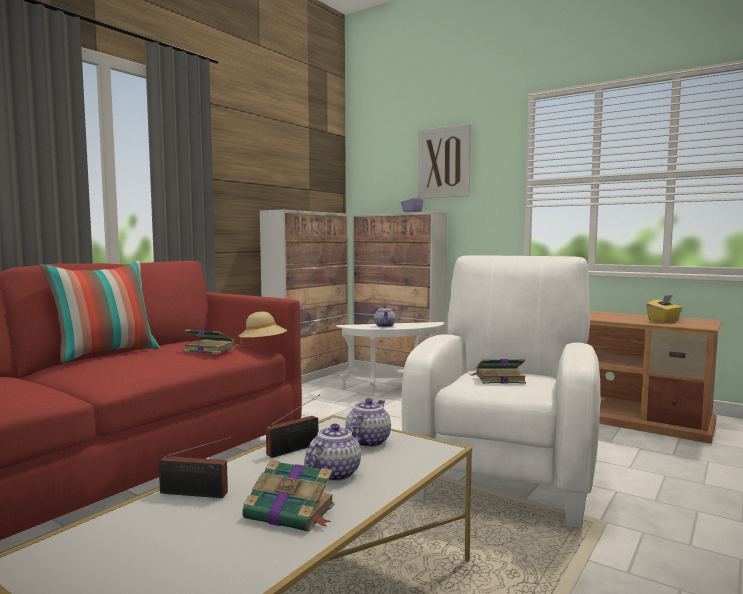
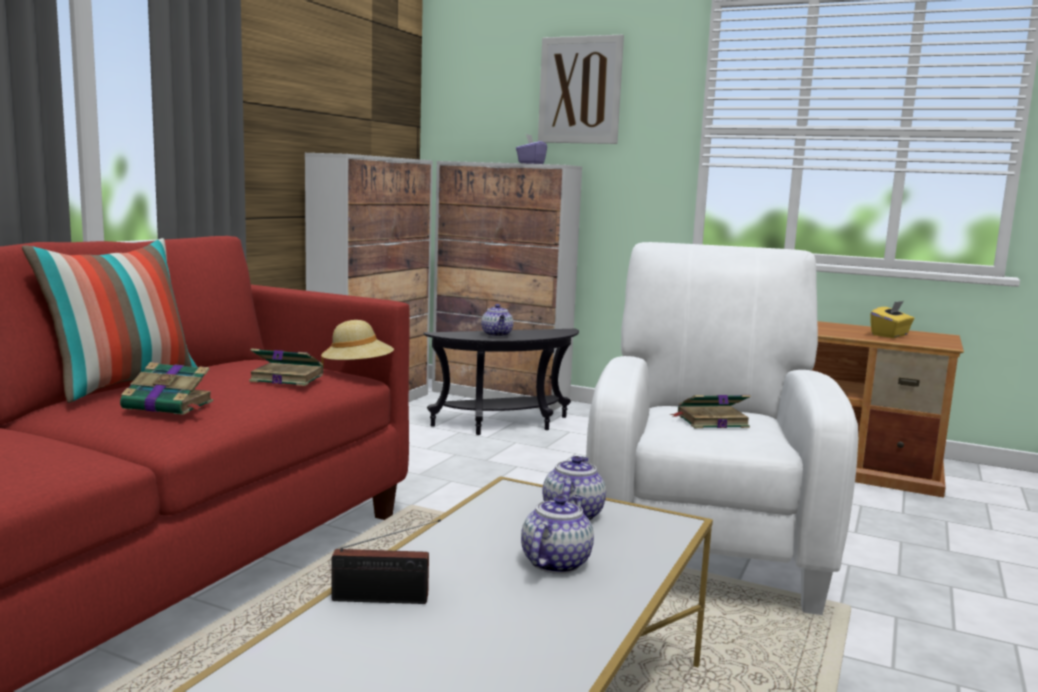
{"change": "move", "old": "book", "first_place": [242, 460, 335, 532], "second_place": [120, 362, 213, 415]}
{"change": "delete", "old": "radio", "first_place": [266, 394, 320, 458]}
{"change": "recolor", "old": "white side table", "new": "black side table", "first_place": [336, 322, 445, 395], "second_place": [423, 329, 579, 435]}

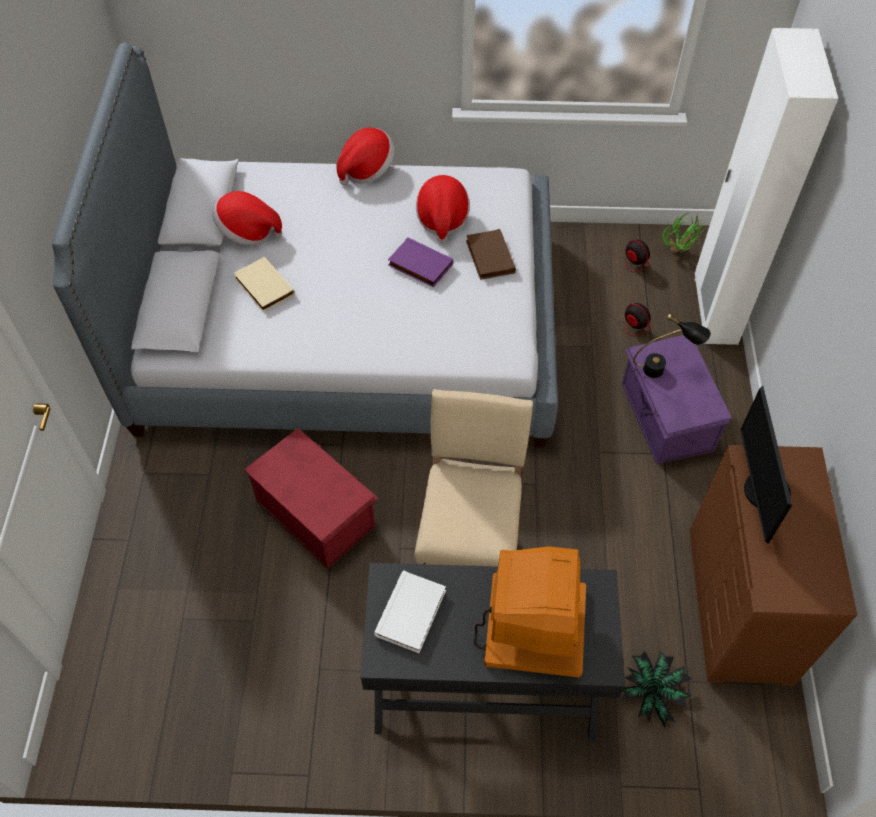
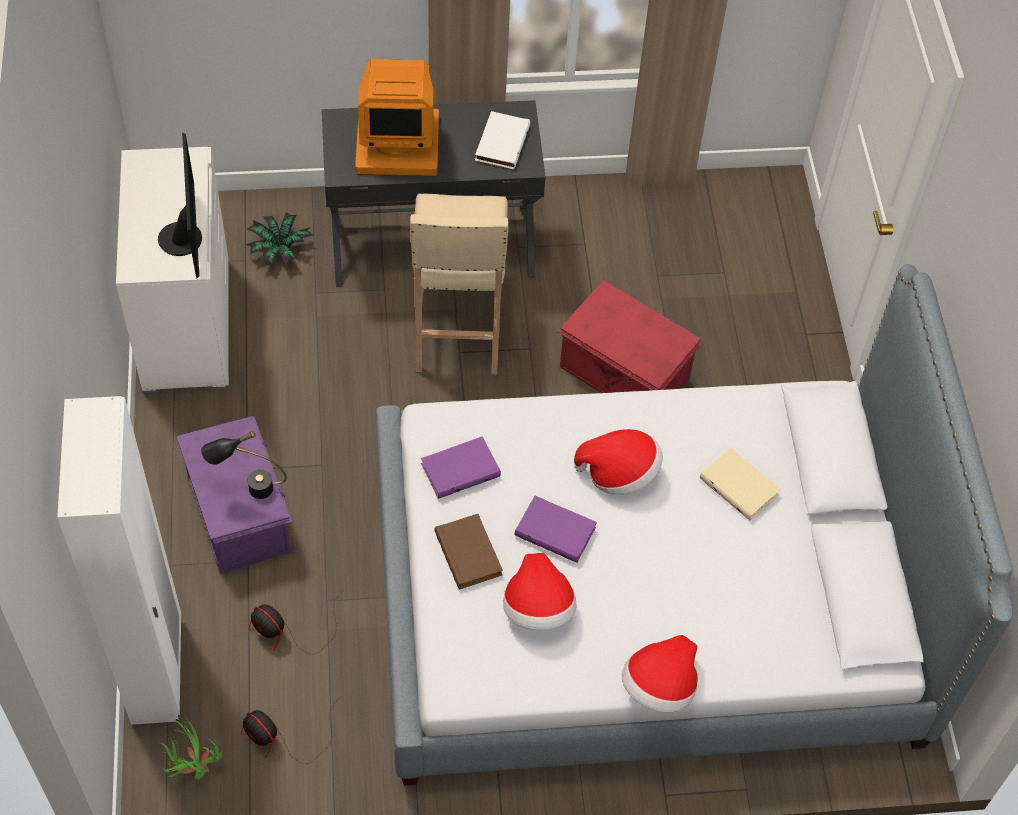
{"change": "move", "old": "hat", "first_place": [212, 191, 282, 245], "second_place": [574, 429, 663, 495]}
{"change": "rotate", "old": "monitor", "first_place": [474, 546, 586, 677], "second_place": [355, 59, 439, 176], "degrees": -90}
{"change": "recolor", "old": "brown dresser", "new": "white dresser", "first_place": [689, 445, 857, 685], "second_place": [116, 147, 229, 393]}
{"change": "insert", "new": "purple book", "second_place": [421, 436, 501, 499]}

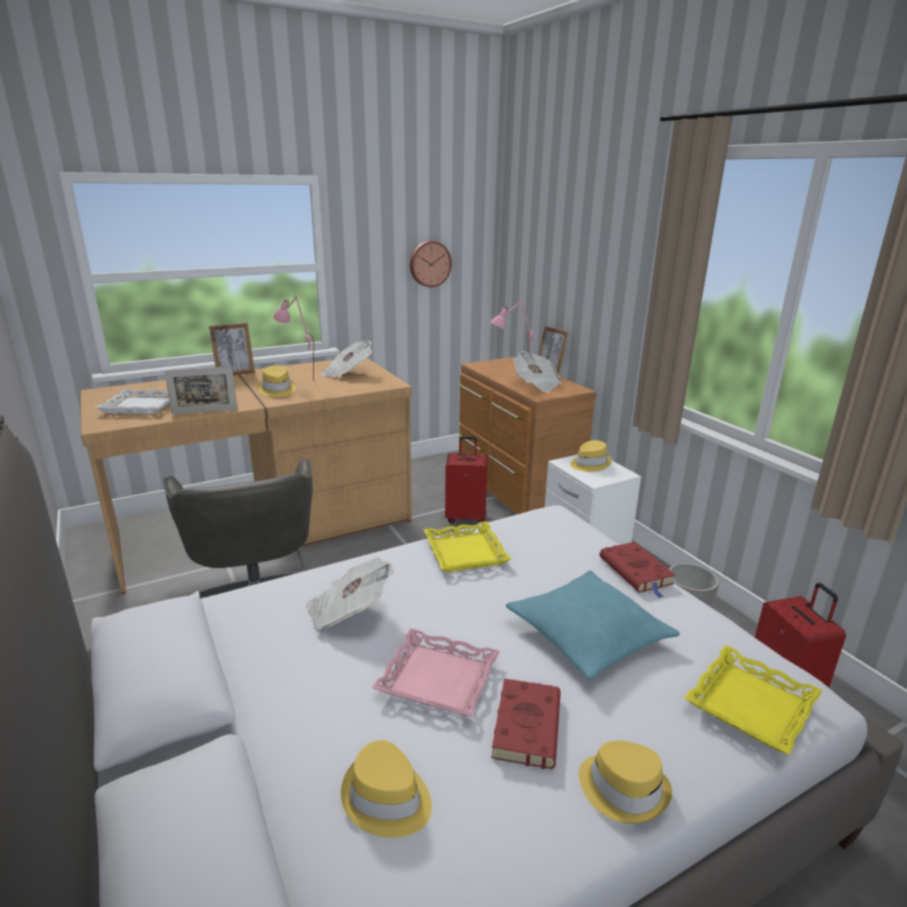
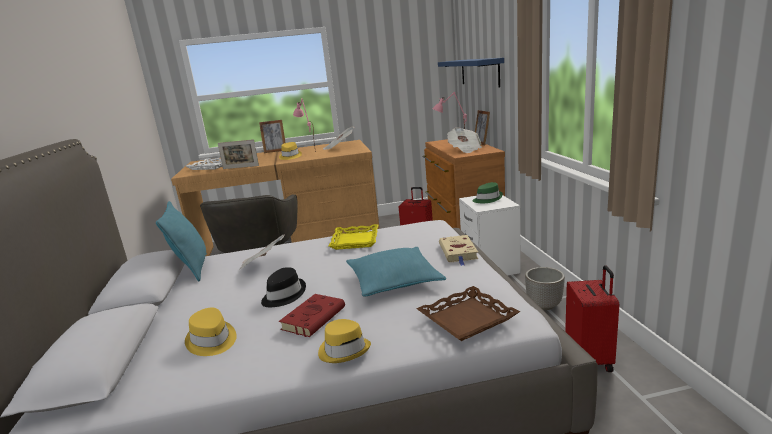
{"change": "replace", "old": "pink tray", "new": "black hat", "first_place": [372, 628, 500, 717], "second_place": [261, 267, 306, 307]}
{"change": "delete", "old": "wall clock", "first_place": [410, 241, 452, 287]}
{"change": "recolor", "old": "yellow hat", "new": "green hat", "first_place": [570, 440, 612, 472], "second_place": [472, 182, 503, 203]}
{"change": "recolor", "old": "red book", "new": "beige book", "first_place": [600, 542, 675, 599], "second_place": [439, 235, 479, 266]}
{"change": "recolor", "old": "yellow tray", "new": "brown tray", "first_place": [684, 645, 823, 755], "second_place": [416, 286, 520, 341]}
{"change": "insert", "new": "turquoise pillow", "second_place": [156, 201, 207, 281]}
{"change": "insert", "new": "blue shelf", "second_place": [438, 58, 504, 88]}

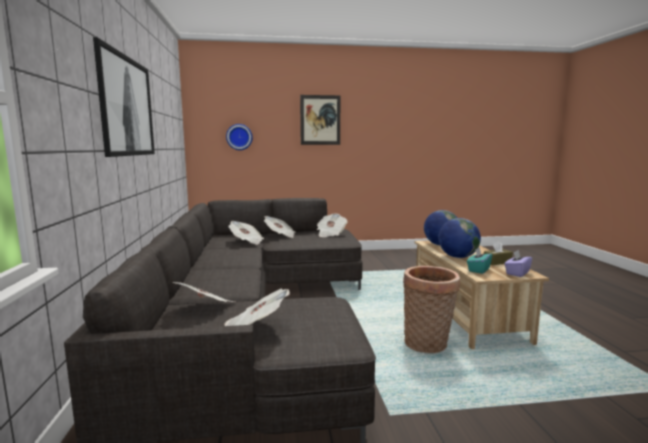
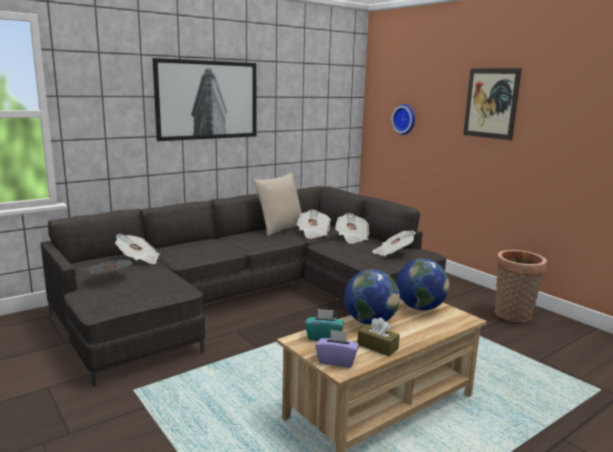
{"change": "move", "old": "basket", "first_place": [403, 266, 460, 353], "second_place": [494, 250, 547, 322]}
{"change": "insert", "new": "beige pillow", "second_place": [253, 173, 302, 236]}

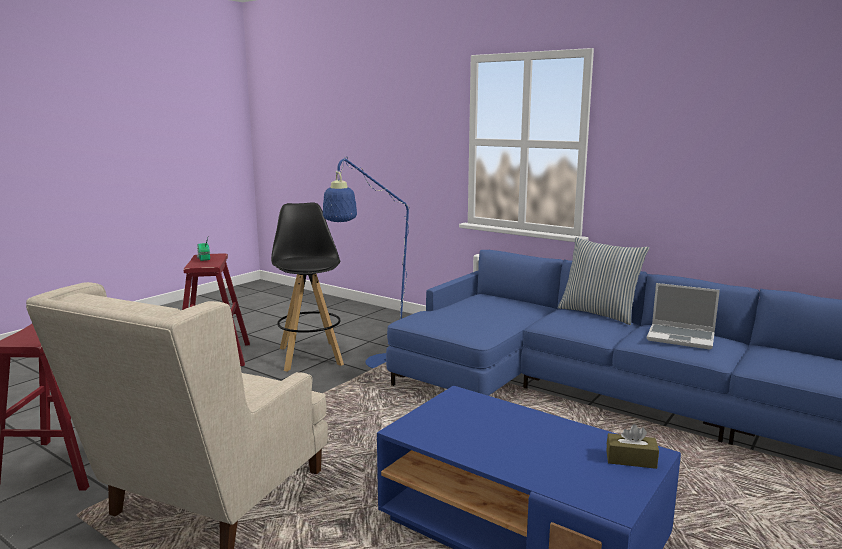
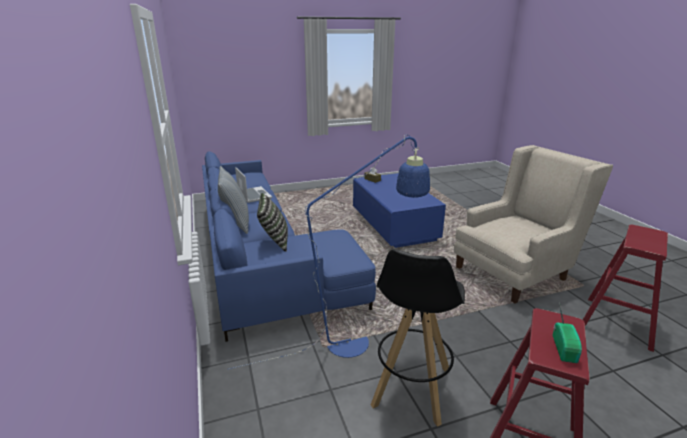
{"change": "insert", "new": "pillow", "second_place": [257, 193, 288, 252]}

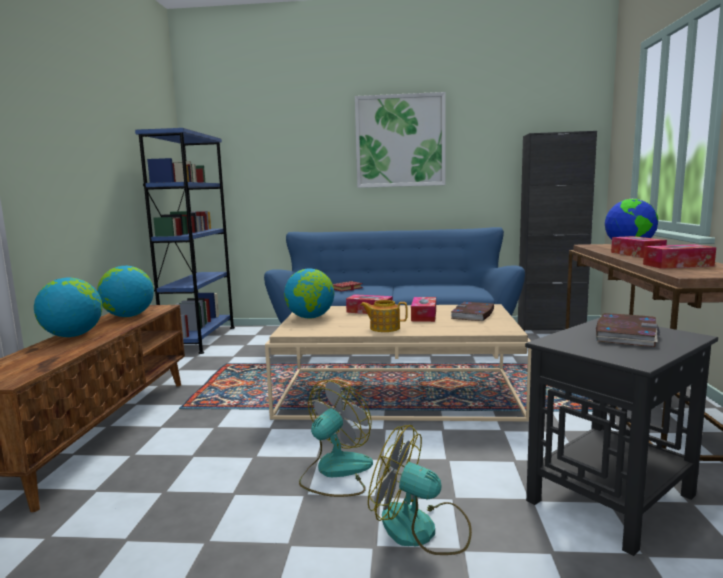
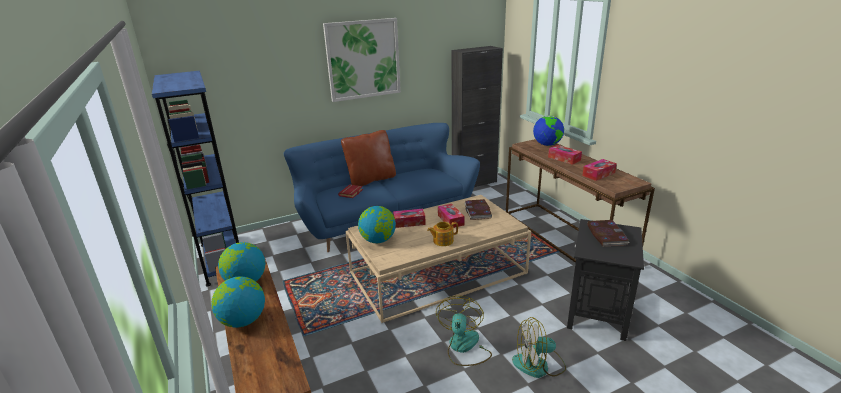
{"change": "insert", "new": "brown pillow", "second_place": [341, 130, 396, 186]}

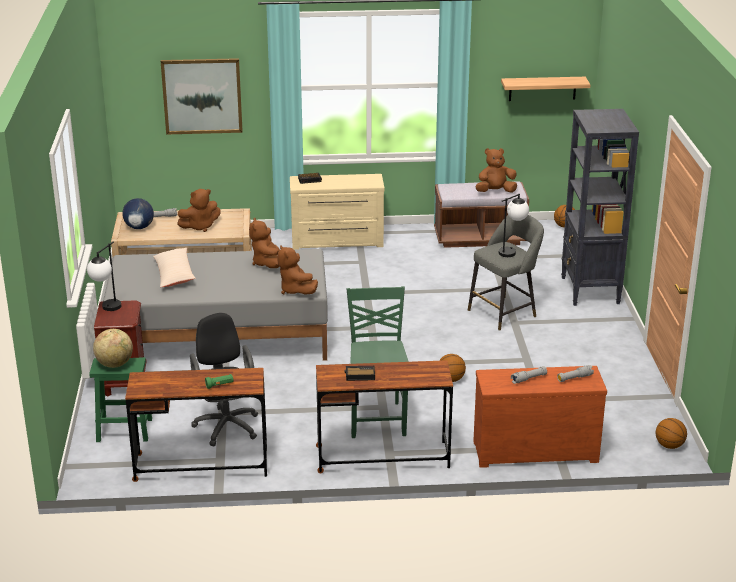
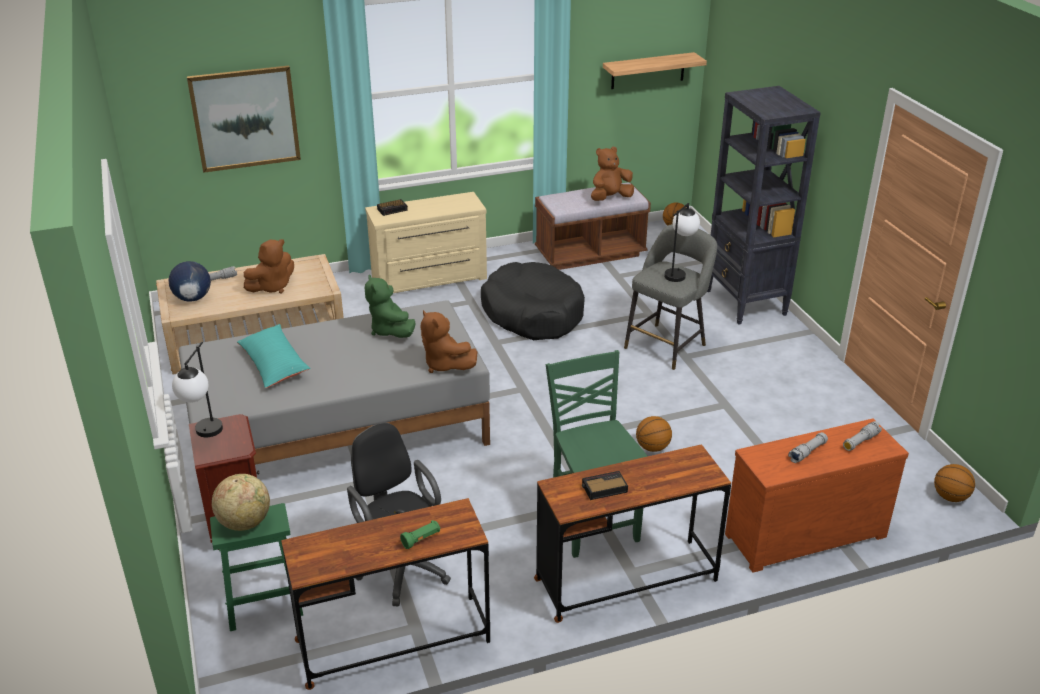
{"change": "recolor", "old": "beige pillow", "new": "turquoise pillow", "first_place": [153, 248, 196, 287], "second_place": [237, 324, 311, 388]}
{"change": "recolor", "old": "brown plush toy", "new": "green plush toy", "first_place": [249, 218, 280, 268], "second_place": [365, 274, 416, 338]}
{"change": "insert", "new": "black dog bed", "second_place": [481, 262, 585, 340]}

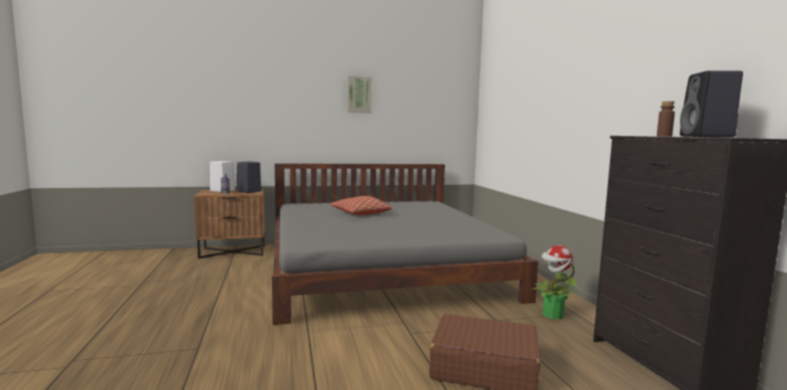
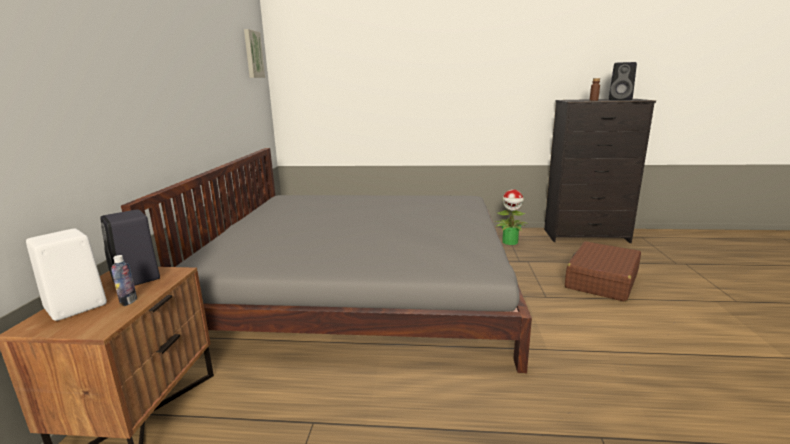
{"change": "delete", "old": "pillow", "first_place": [330, 196, 392, 215]}
{"change": "move", "old": "picture", "first_place": [347, 76, 372, 113], "second_place": [244, 29, 265, 78]}

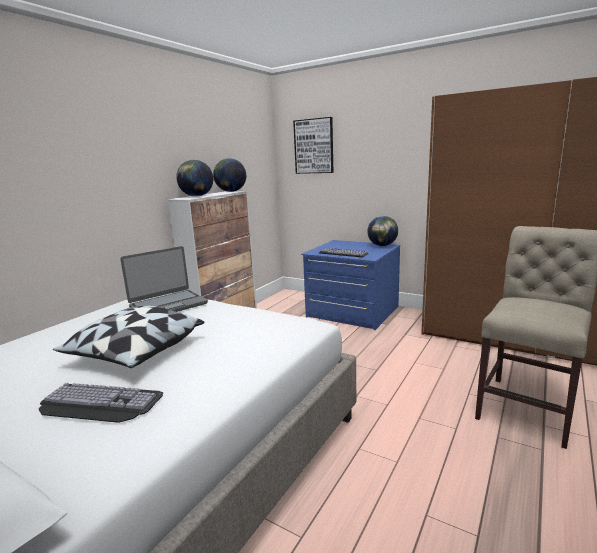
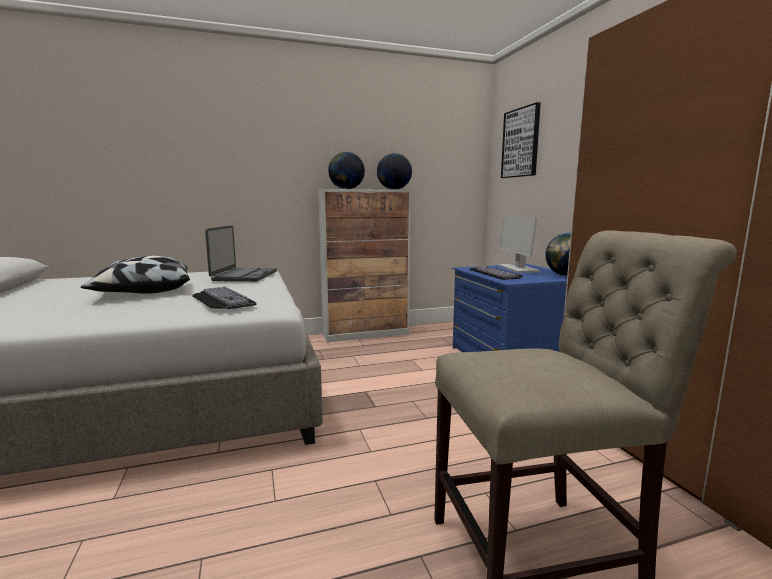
{"change": "move", "old": "keyboard", "first_place": [39, 383, 163, 423], "second_place": [192, 287, 257, 309]}
{"change": "rotate", "old": "laptop", "first_place": [120, 246, 208, 312], "second_place": [205, 225, 277, 282], "degrees": -90}
{"change": "insert", "new": "monitor", "second_place": [498, 215, 540, 273]}

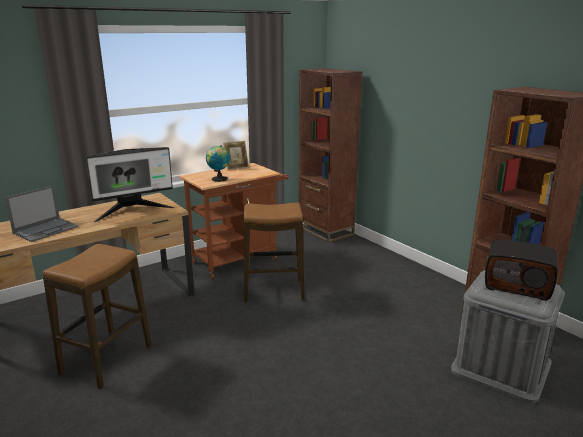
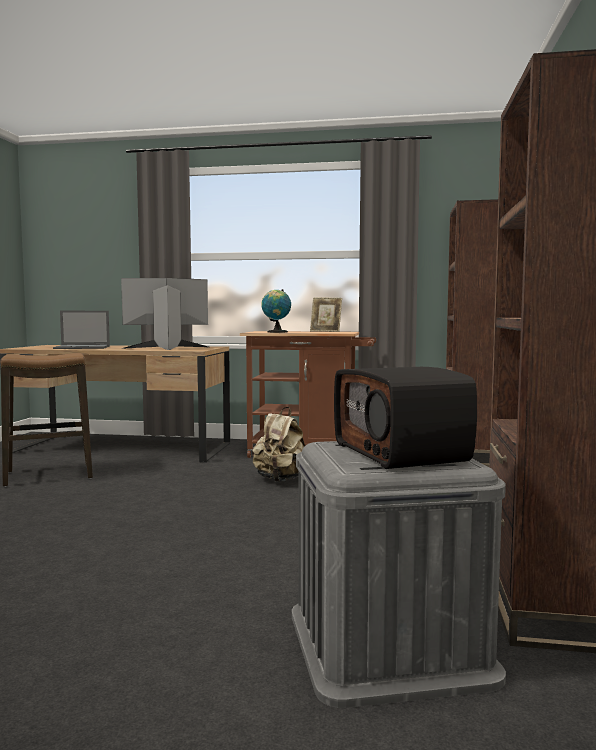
{"change": "rotate", "old": "monitor", "first_place": [85, 147, 175, 222], "second_place": [121, 278, 208, 350], "degrees": 150}
{"change": "replace", "old": "stool", "new": "beige backpack", "first_place": [243, 203, 305, 303], "second_place": [252, 407, 305, 481]}

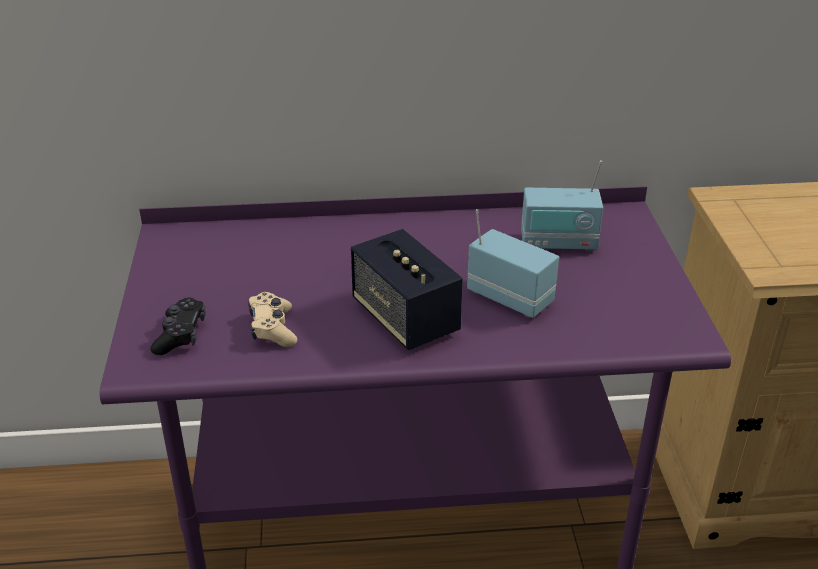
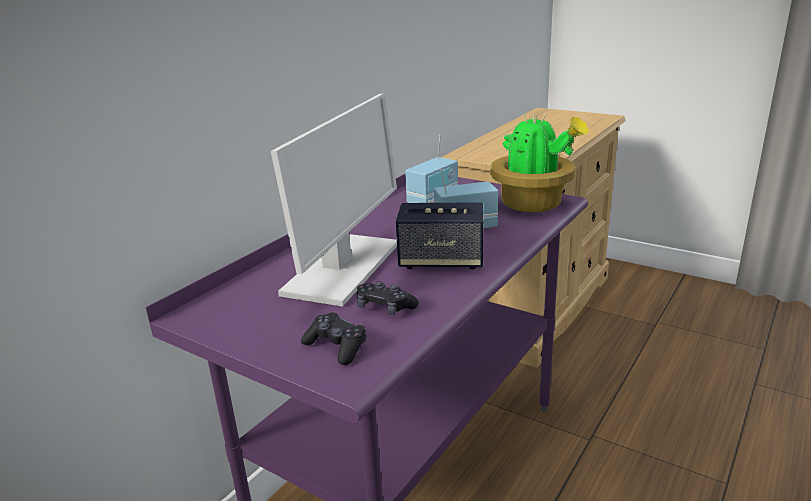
{"change": "recolor", "old": "beige game controller", "new": "black game controller", "first_place": [248, 292, 297, 347], "second_place": [356, 281, 419, 315]}
{"change": "insert", "new": "monitor", "second_place": [271, 94, 397, 307]}
{"change": "insert", "new": "potted plant", "second_place": [490, 110, 589, 212]}

